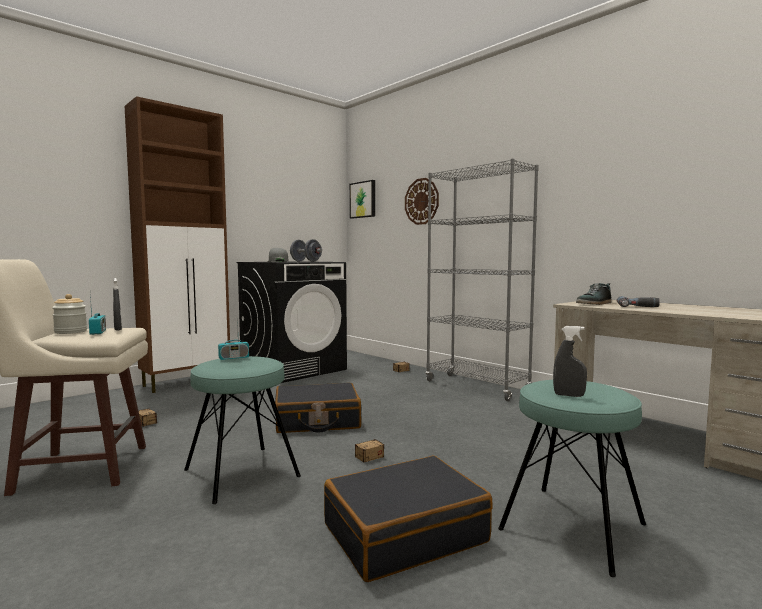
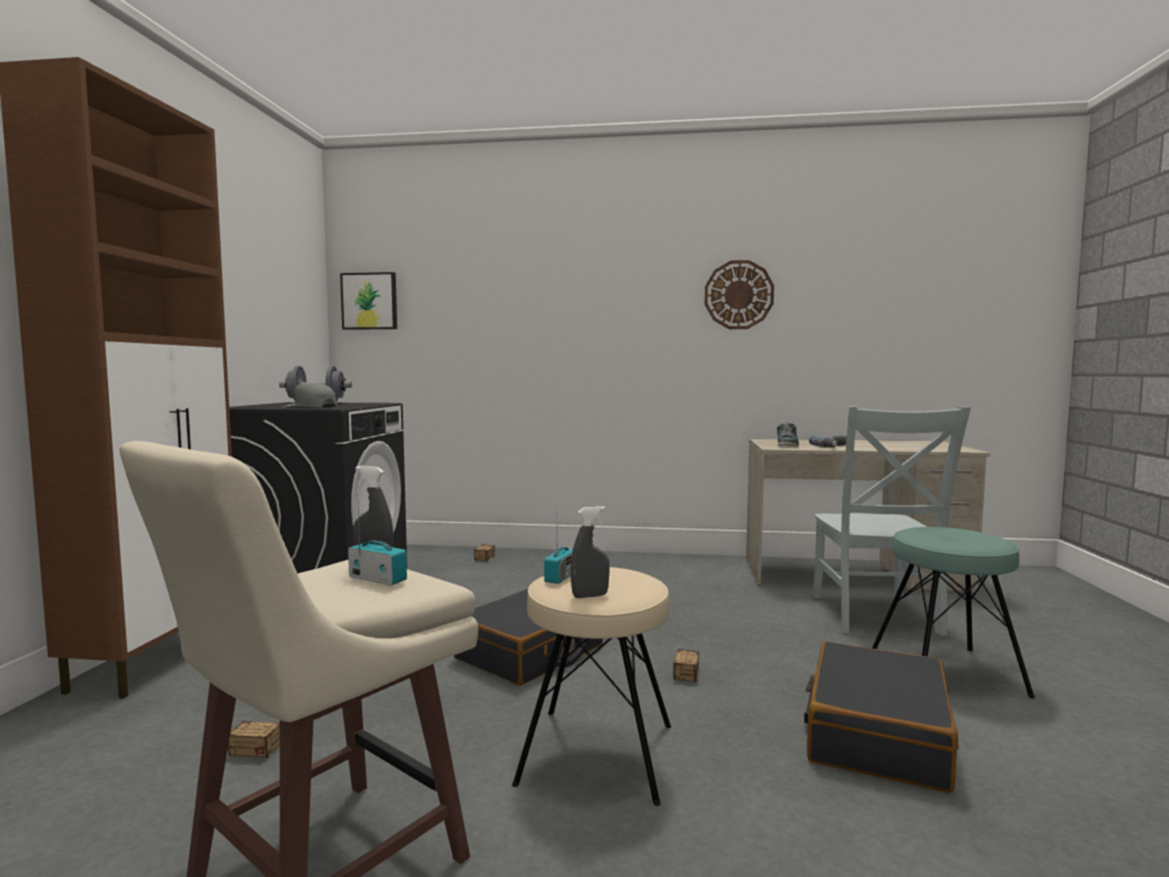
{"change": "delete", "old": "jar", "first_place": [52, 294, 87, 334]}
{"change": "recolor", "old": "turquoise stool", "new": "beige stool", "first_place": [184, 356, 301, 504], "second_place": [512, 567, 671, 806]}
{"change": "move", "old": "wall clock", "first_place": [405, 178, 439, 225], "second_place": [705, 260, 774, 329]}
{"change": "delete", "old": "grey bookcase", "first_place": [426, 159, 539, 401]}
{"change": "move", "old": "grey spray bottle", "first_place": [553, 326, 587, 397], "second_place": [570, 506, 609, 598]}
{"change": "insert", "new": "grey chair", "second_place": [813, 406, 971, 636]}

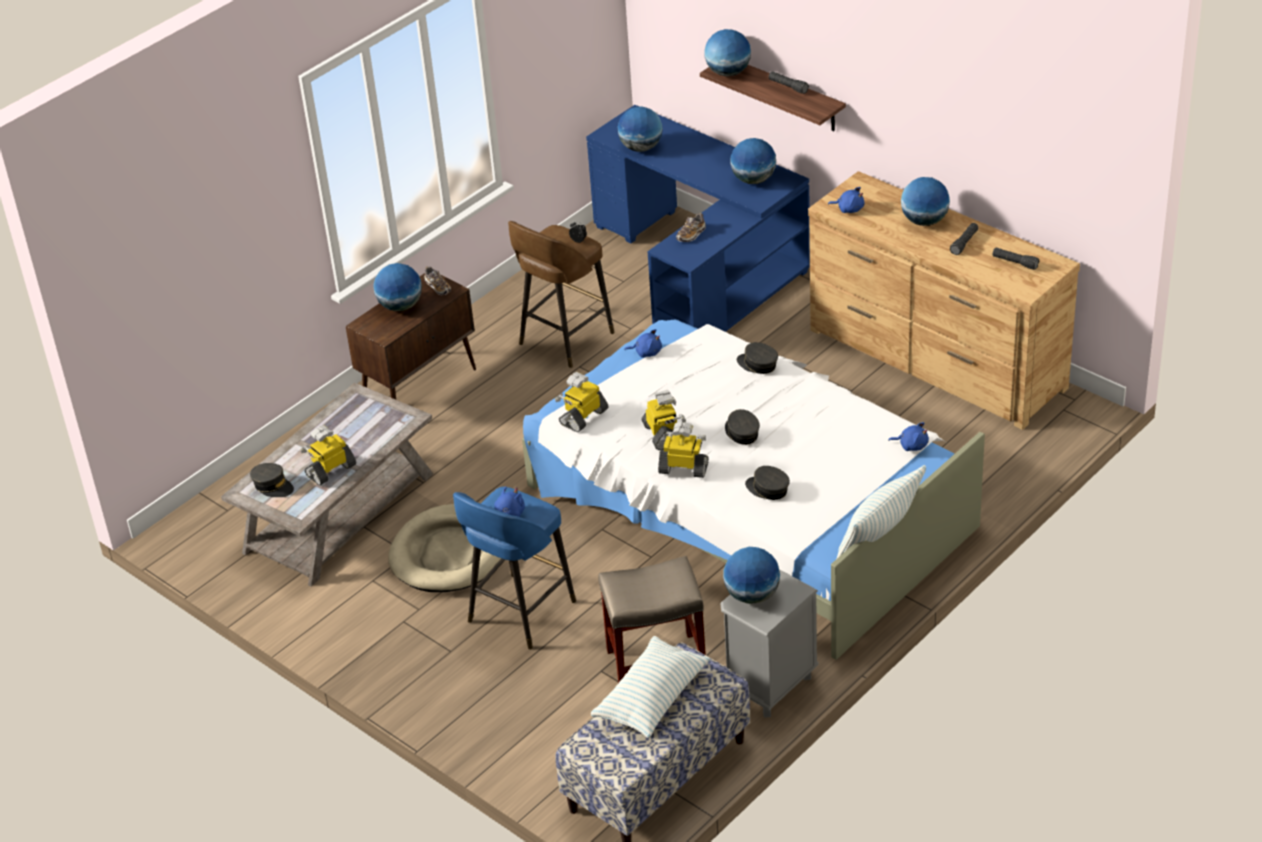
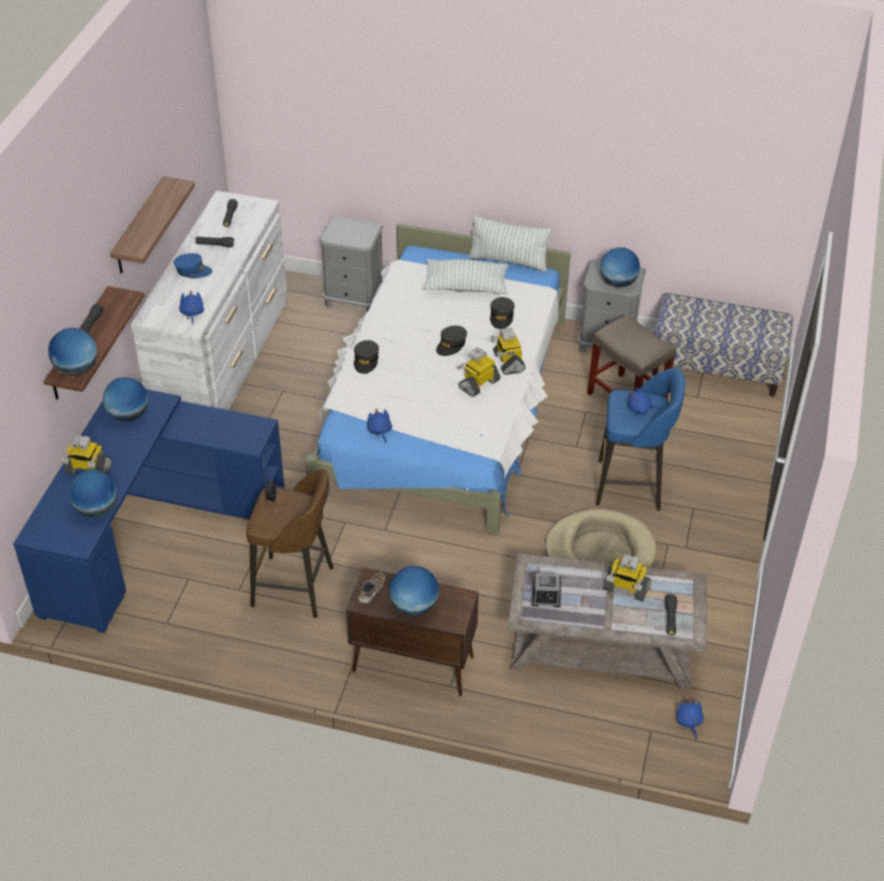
{"change": "replace", "old": "grey cap", "new": "black flashlight", "first_place": [250, 463, 294, 497], "second_place": [665, 594, 677, 635]}
{"change": "move", "old": "toy robot", "first_place": [555, 372, 609, 432], "second_place": [62, 435, 112, 475]}
{"change": "move", "old": "pillow", "first_place": [591, 636, 711, 738], "second_place": [422, 259, 509, 294]}
{"change": "delete", "old": "shoe", "first_place": [676, 213, 706, 242]}
{"change": "recolor", "old": "brown dresser", "new": "white dresser", "first_place": [808, 171, 1080, 430], "second_place": [130, 191, 288, 410]}
{"change": "move", "old": "blue plush toy", "first_place": [888, 422, 929, 451], "second_place": [676, 698, 704, 739]}
{"change": "replace", "old": "globe", "new": "blue cap", "first_place": [901, 177, 950, 226], "second_place": [174, 253, 212, 279]}
{"change": "insert", "new": "shelf", "second_place": [110, 176, 195, 274]}
{"change": "insert", "new": "grey nightstand", "second_place": [319, 216, 383, 311]}
{"change": "insert", "new": "alarm clock", "second_place": [531, 573, 561, 607]}

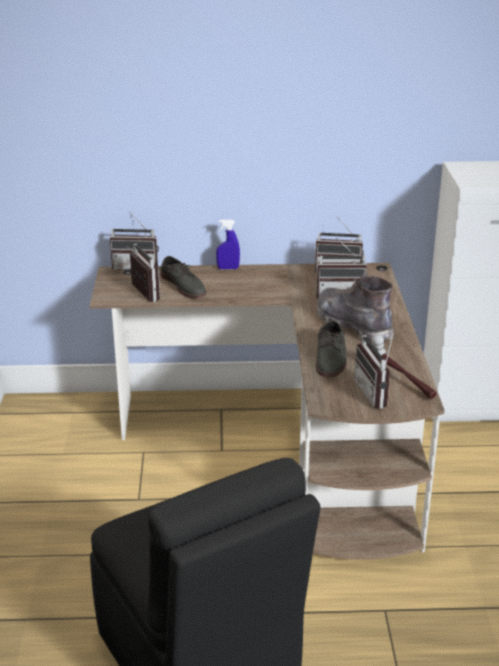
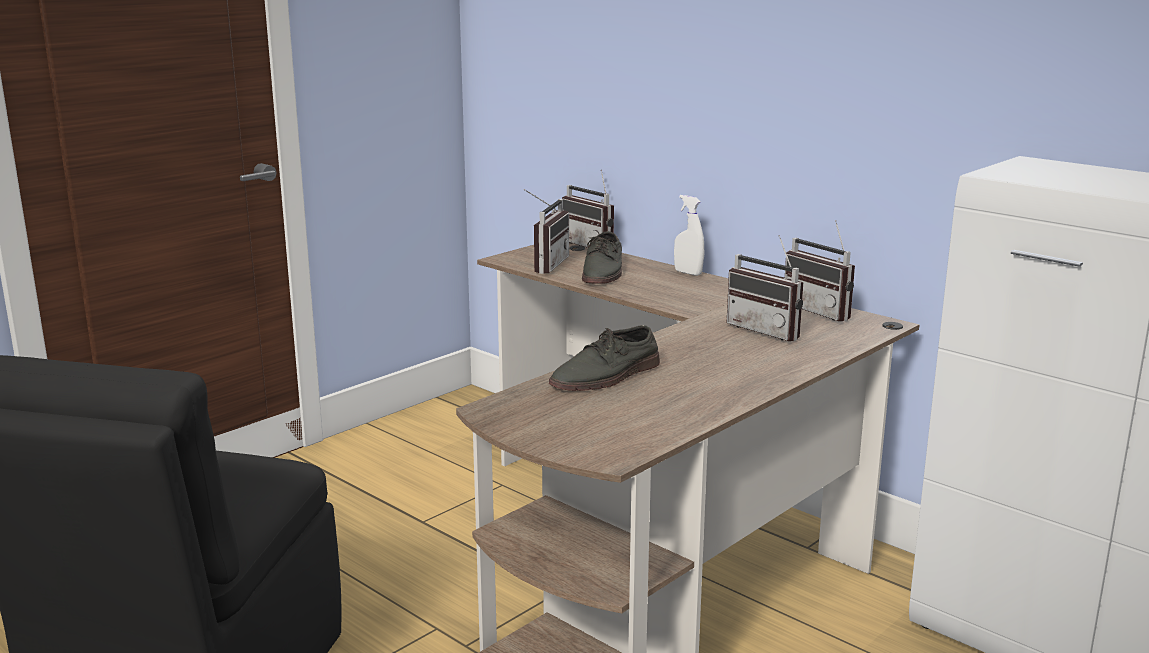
{"change": "recolor", "old": "blue spray bottle", "new": "white spray bottle", "first_place": [216, 219, 240, 270], "second_place": [674, 195, 704, 276]}
{"change": "delete", "old": "grey boot", "first_place": [316, 275, 393, 341]}
{"change": "delete", "old": "radio", "first_place": [354, 329, 394, 409]}
{"change": "delete", "old": "hammer", "first_place": [372, 335, 437, 399]}

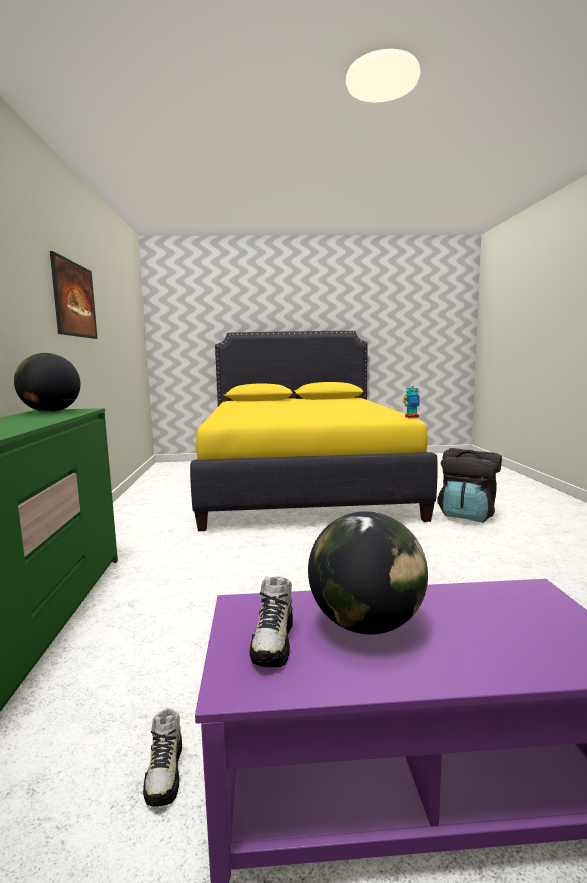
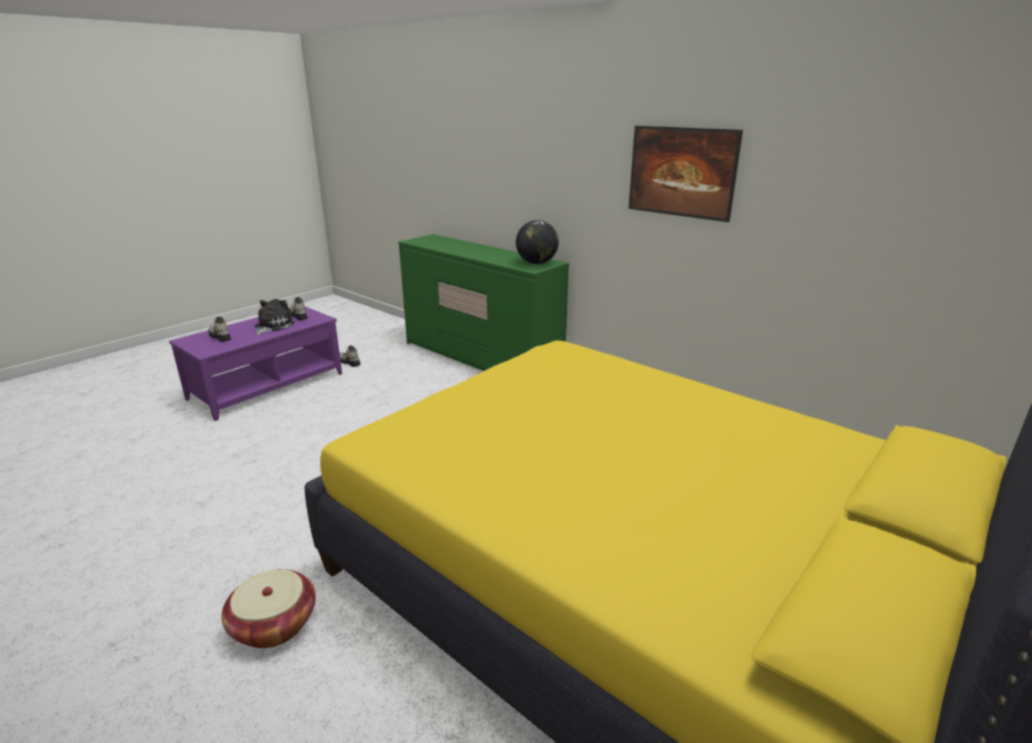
{"change": "replace", "old": "globe", "new": "plush toy", "first_place": [308, 511, 428, 634], "second_place": [255, 299, 295, 335]}
{"change": "delete", "old": "toy robot", "first_place": [403, 382, 420, 418]}
{"change": "replace", "old": "black backpack", "new": "basket", "first_place": [438, 448, 502, 522], "second_place": [222, 569, 316, 648]}
{"change": "insert", "new": "shoe", "second_place": [209, 317, 231, 342]}

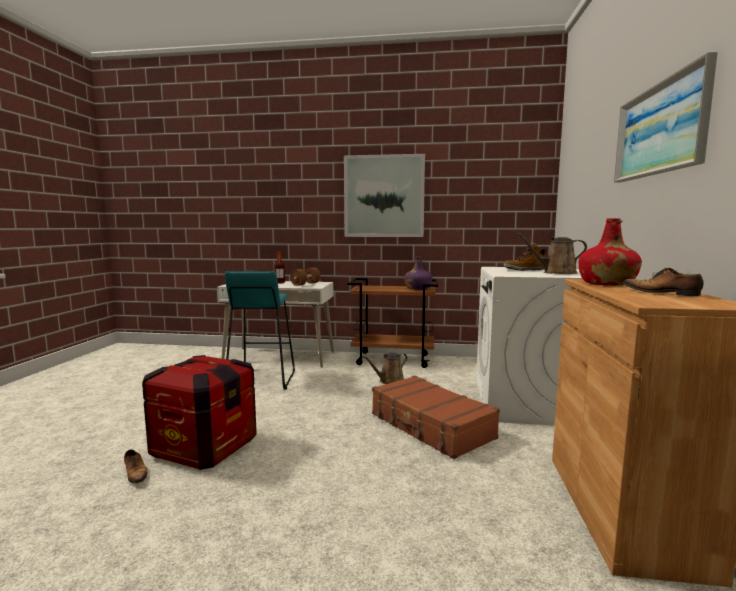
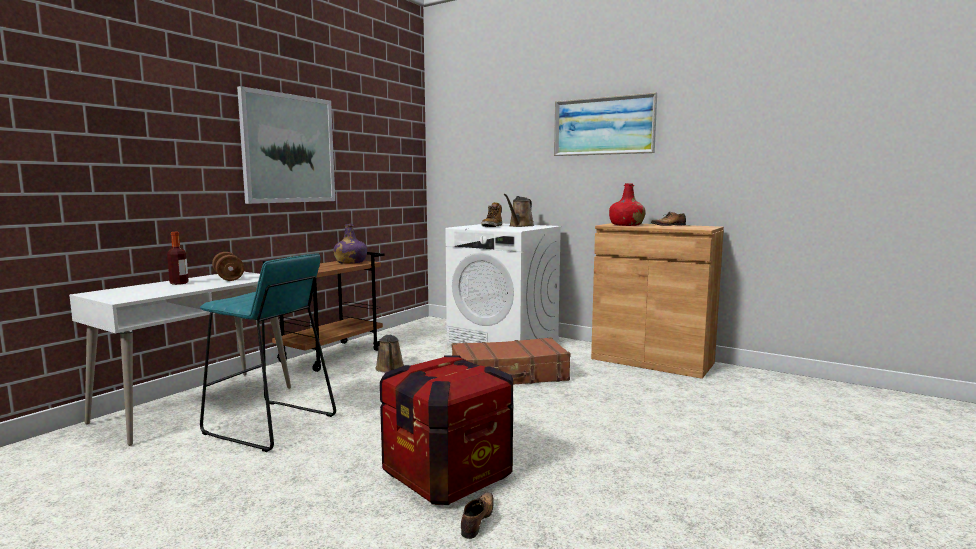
{"change": "rotate", "old": "shoe", "first_place": [124, 449, 147, 484], "second_place": [461, 493, 494, 539], "degrees": -60}

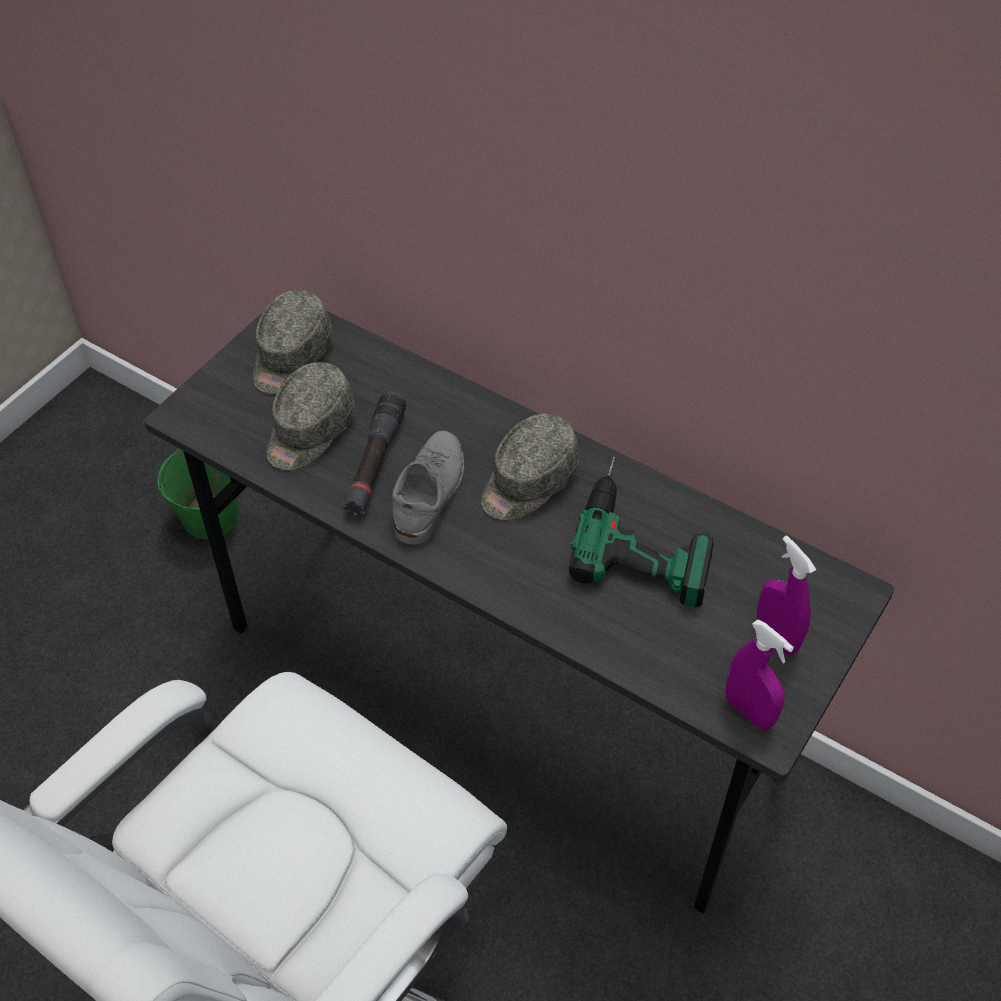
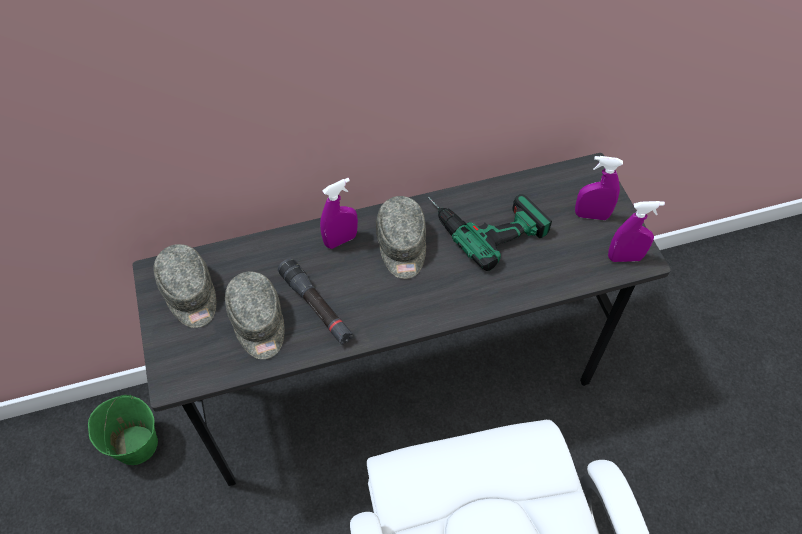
{"change": "delete", "old": "grey shoe", "first_place": [392, 431, 465, 545]}
{"change": "insert", "new": "purple spray bottle", "second_place": [320, 178, 358, 249]}

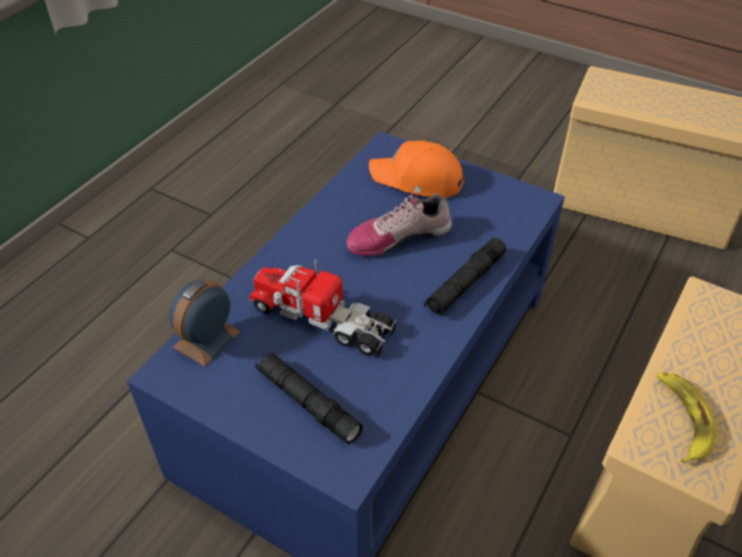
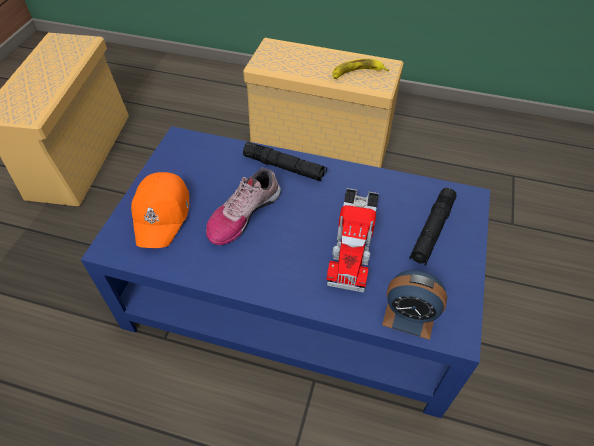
{"change": "rotate", "old": "shoe", "first_place": [346, 194, 452, 256], "second_place": [206, 168, 281, 245], "degrees": 75}

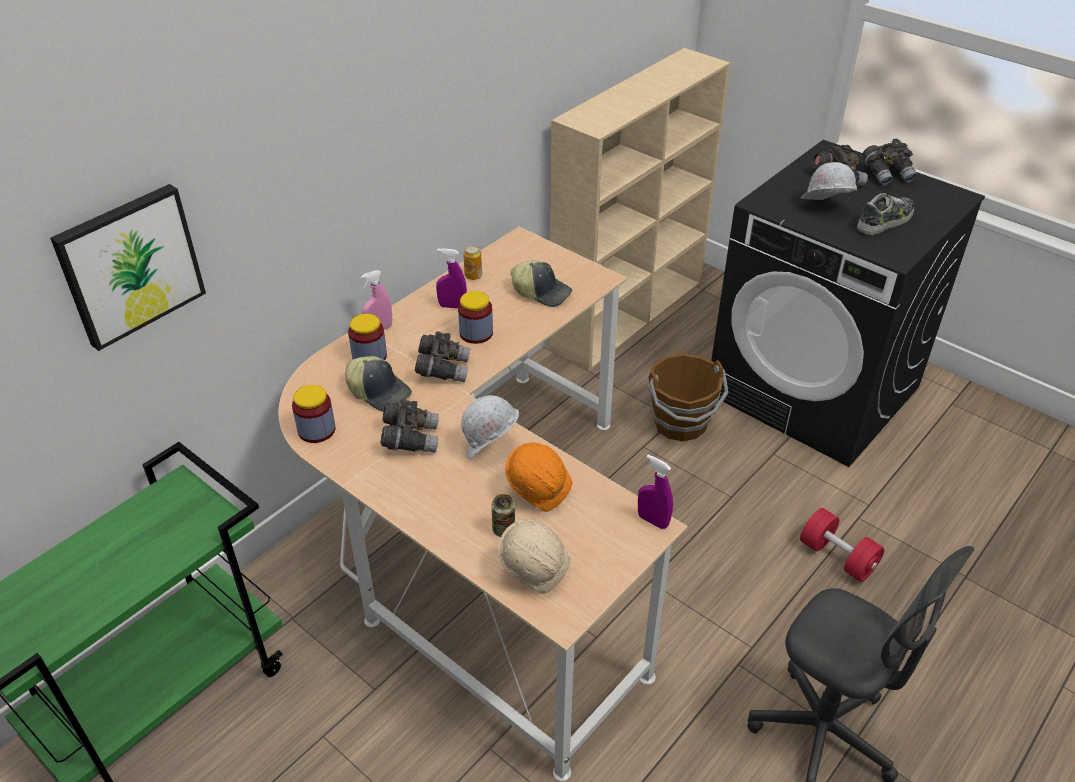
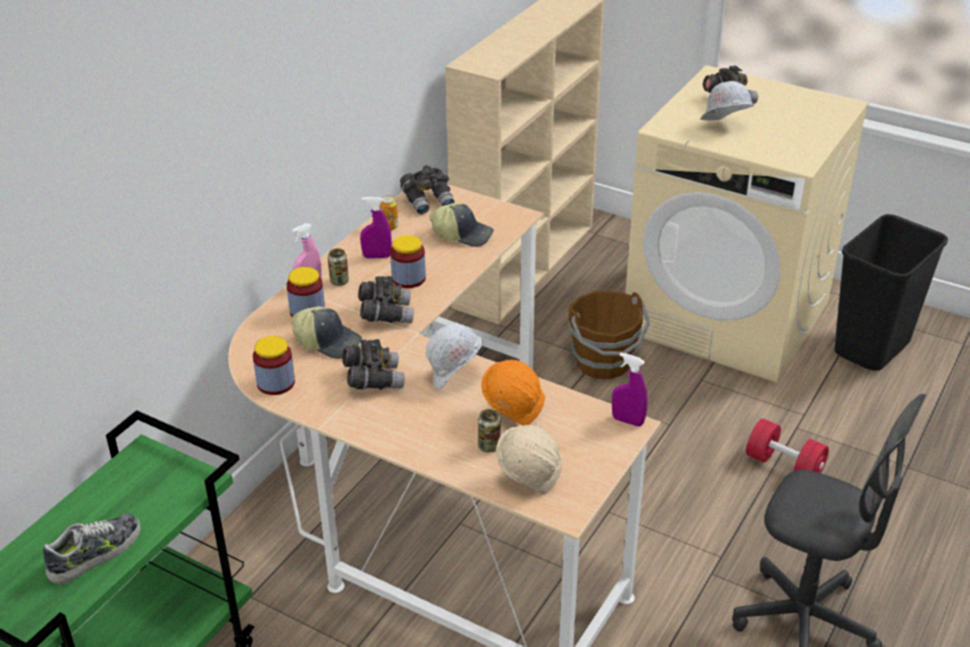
{"change": "delete", "old": "picture", "first_place": [50, 184, 206, 351]}
{"change": "recolor", "old": "black washing machine", "new": "beige washing machine", "first_place": [711, 140, 985, 467], "second_place": [625, 65, 869, 383]}
{"change": "move", "old": "shoe", "first_place": [857, 193, 914, 235], "second_place": [43, 513, 140, 584]}
{"change": "move", "old": "grey binoculars", "first_place": [863, 139, 917, 186], "second_place": [400, 165, 455, 214]}
{"change": "insert", "new": "can", "second_place": [328, 248, 349, 286]}
{"change": "insert", "new": "black trash can", "second_place": [834, 214, 948, 371]}

